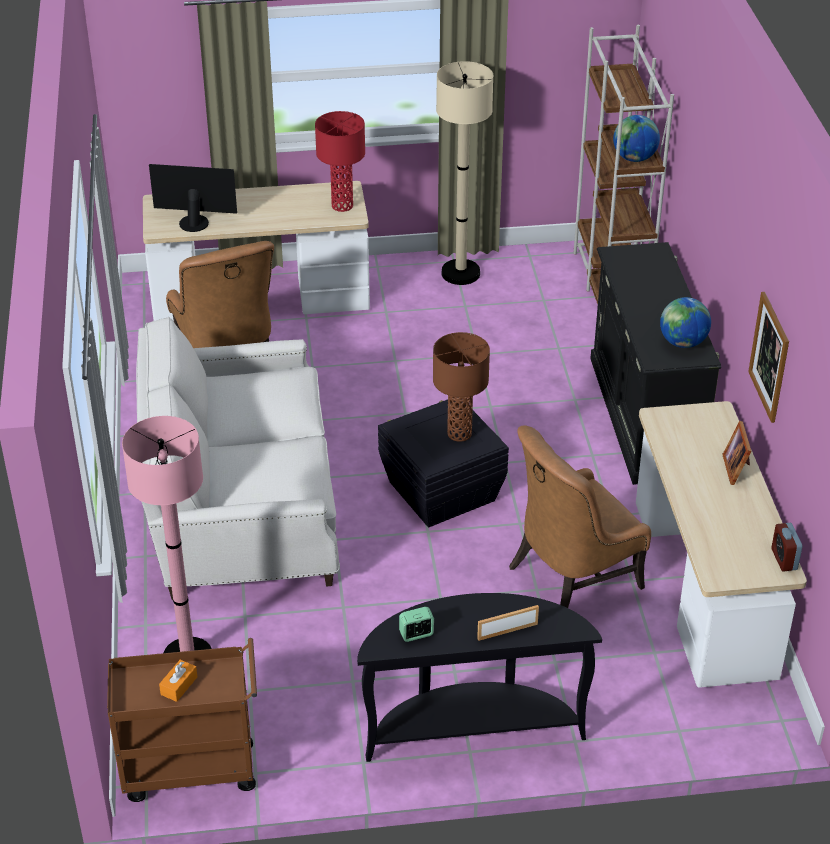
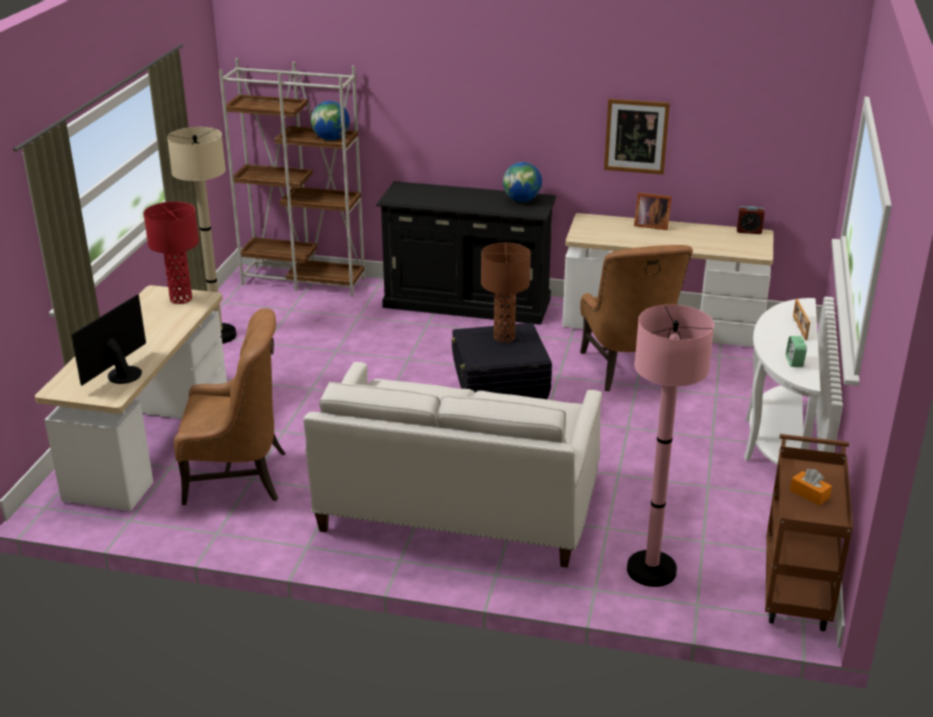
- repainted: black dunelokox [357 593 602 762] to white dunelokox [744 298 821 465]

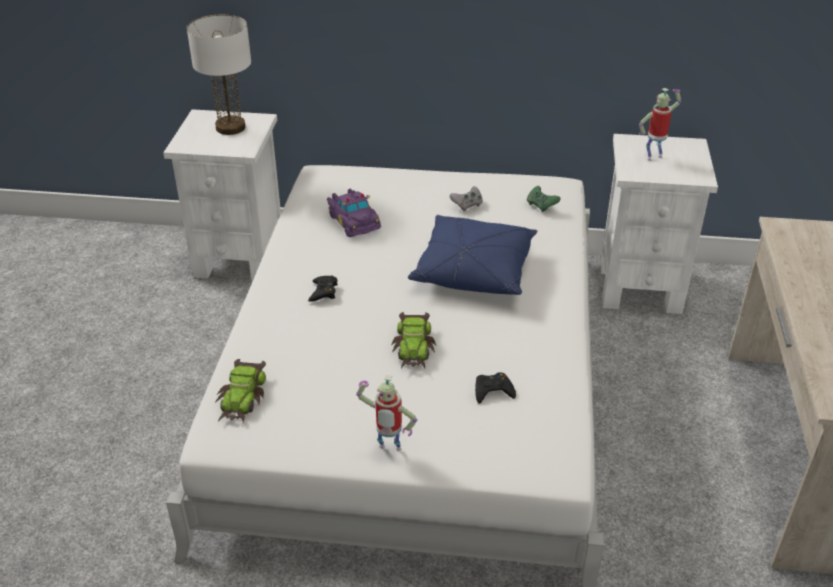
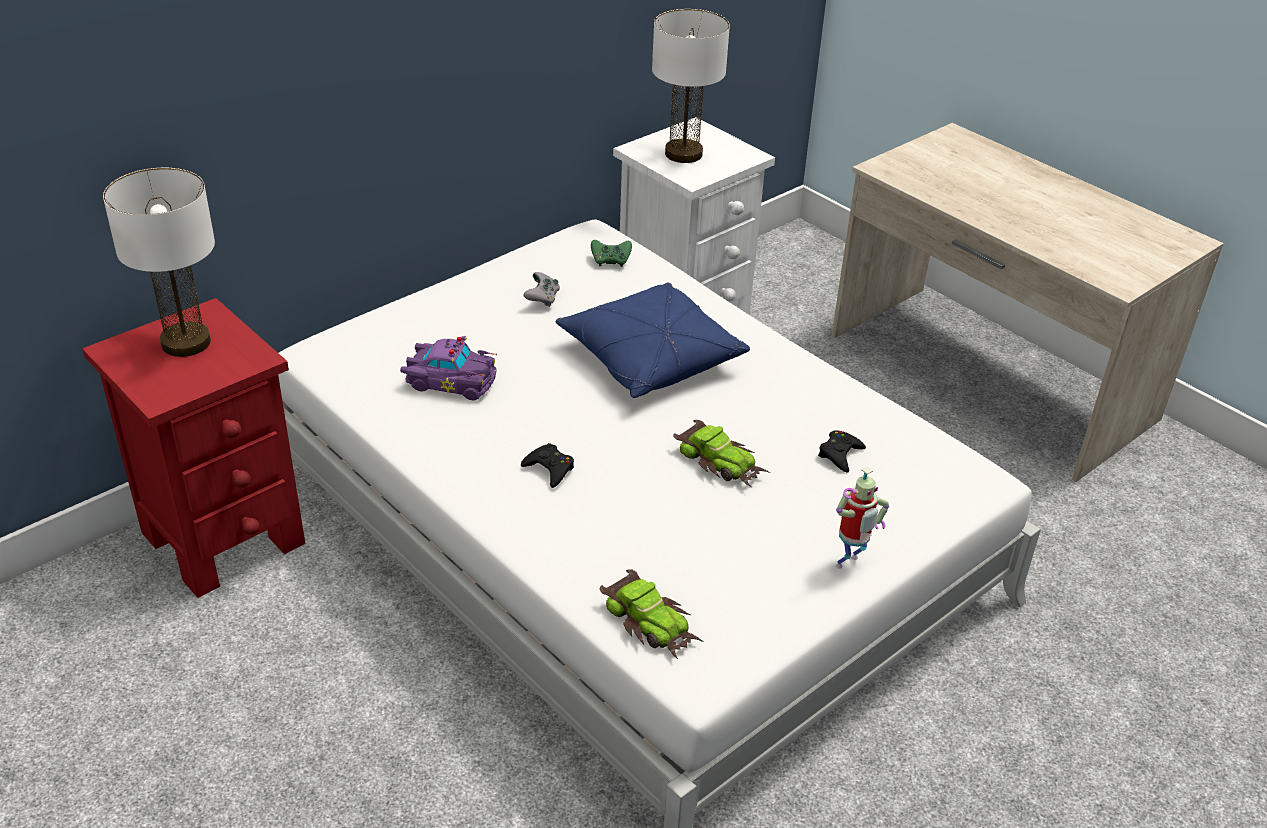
- swapped: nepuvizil [639 88 681 161] to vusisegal [652 9 730 163]
- repainted: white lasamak [163 109 281 282] to red lasamak [82 298 305 598]

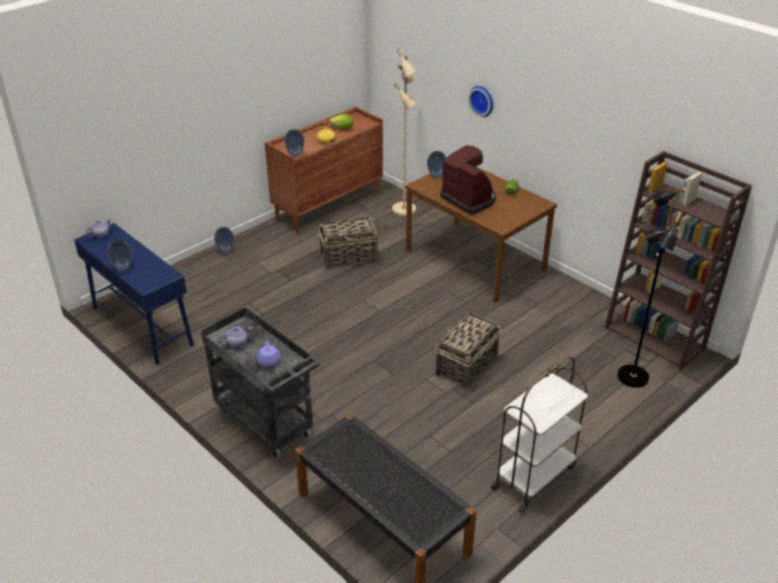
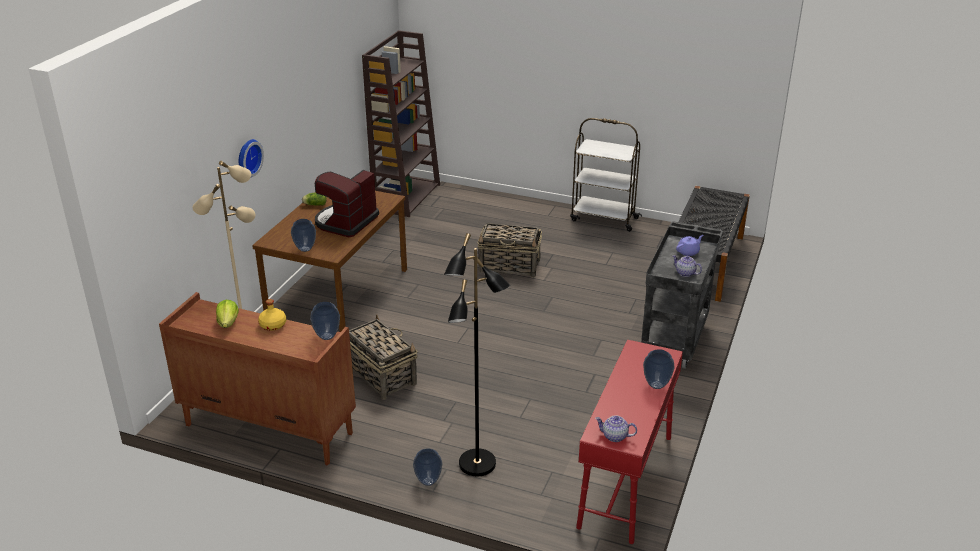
- shifted: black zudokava [617 187 686 388] to [444 233 510 476]
- repainted: blue dunelokox [74 223 194 365] to red dunelokox [576 340 683 544]

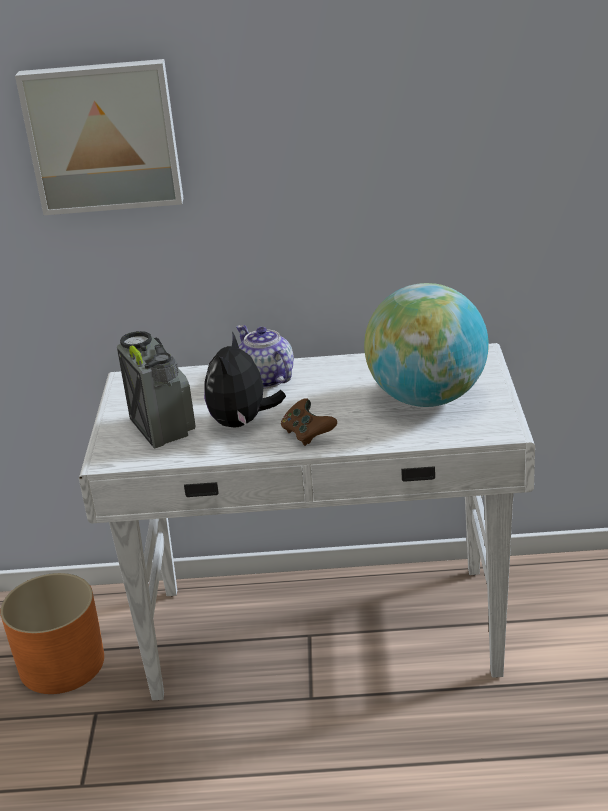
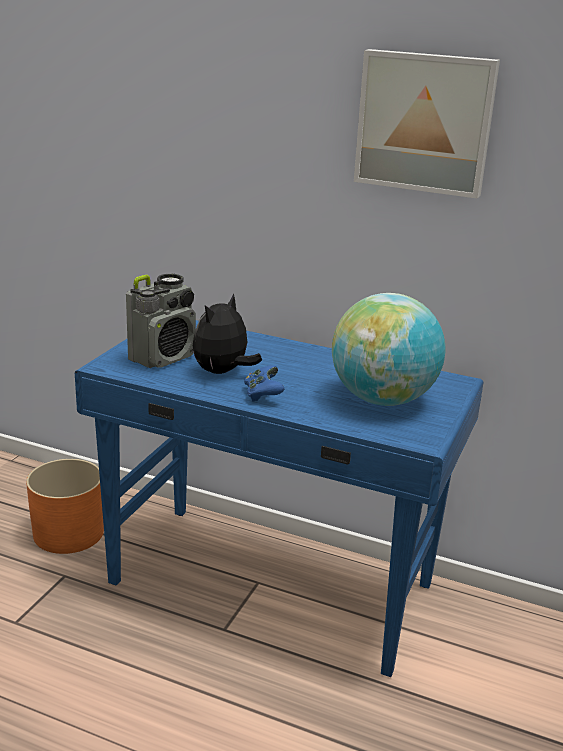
- gone: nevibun [236 325 294 389]
- shifted: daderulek [15 59 183 215] to [354 49 500 199]
- repainted: white dunelokox [79 343 535 700] to blue dunelokox [75 320 483 677]
- repainted: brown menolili [281 398 337 446] to blue menolili [244 365 284 402]
- rotated: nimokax [117 331 196 448] = [126 274 196 368] 45 degrees clockwise

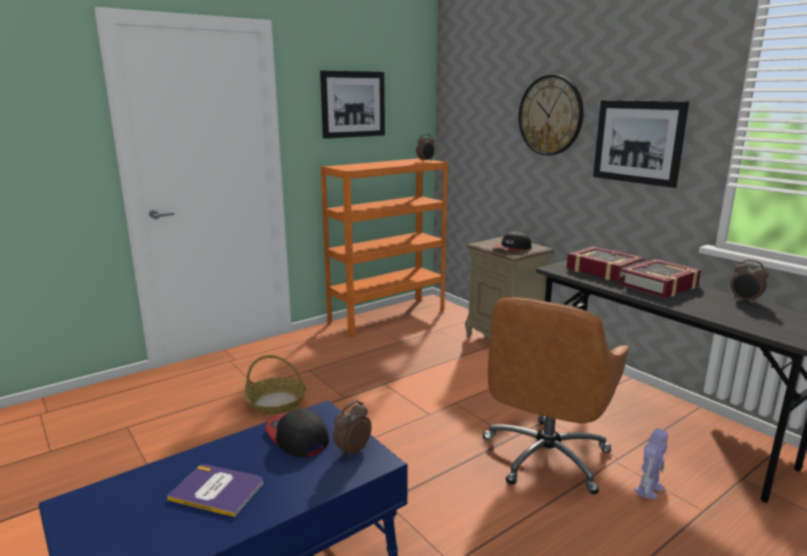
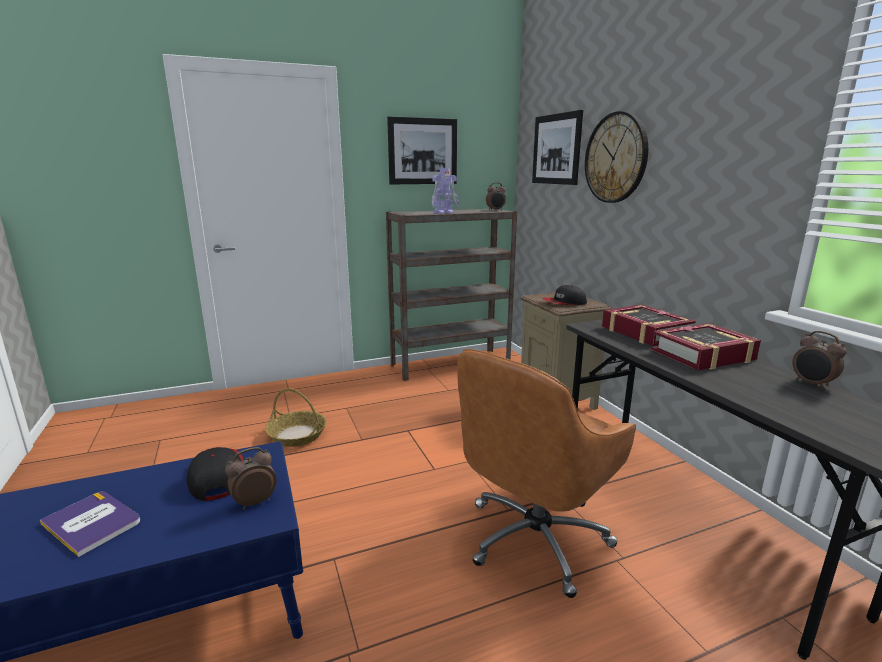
- shifted: daderulek [593 100 689 188] to [532 110 583 185]
- shifted: nepuvizil [635 428 668 500] to [432 168 459 214]
- repainted: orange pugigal [321 158 448 337] to grey pugigal [386 208 517 381]

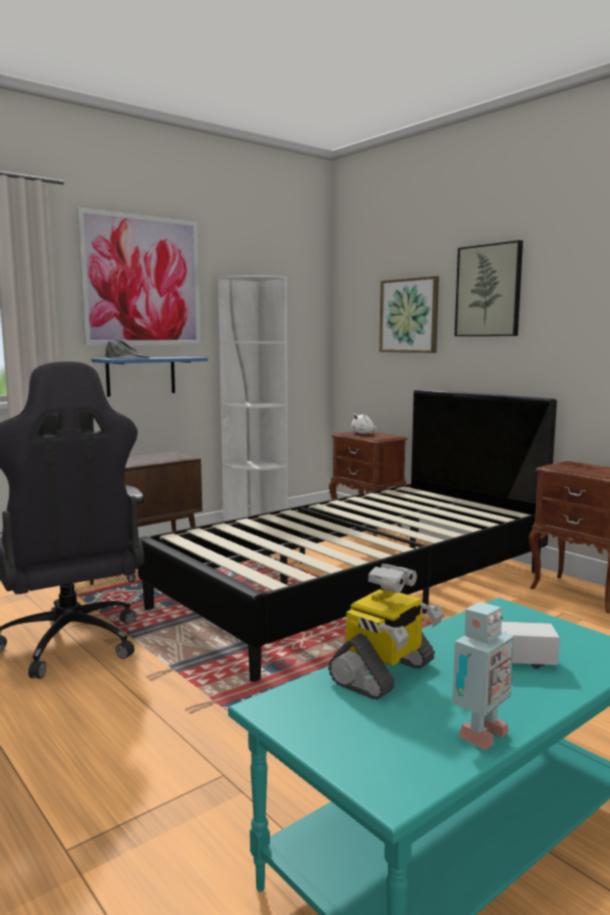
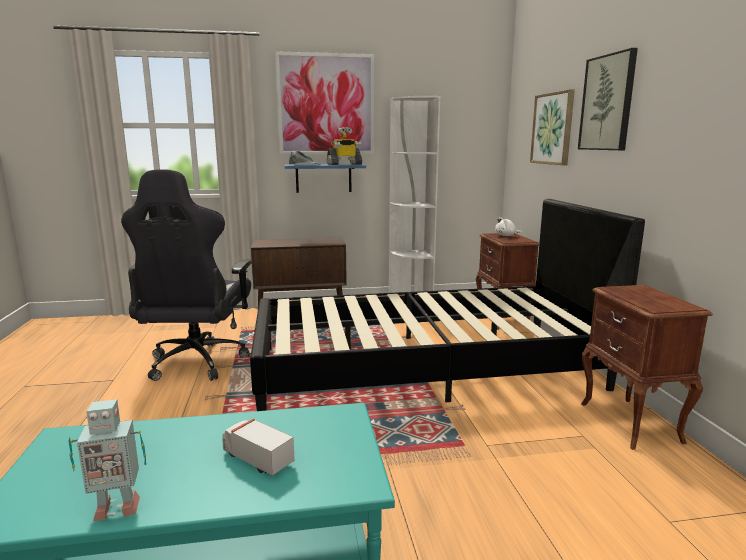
- shifted: nepuvizil [328 563 444 700] to [327 127 362 165]

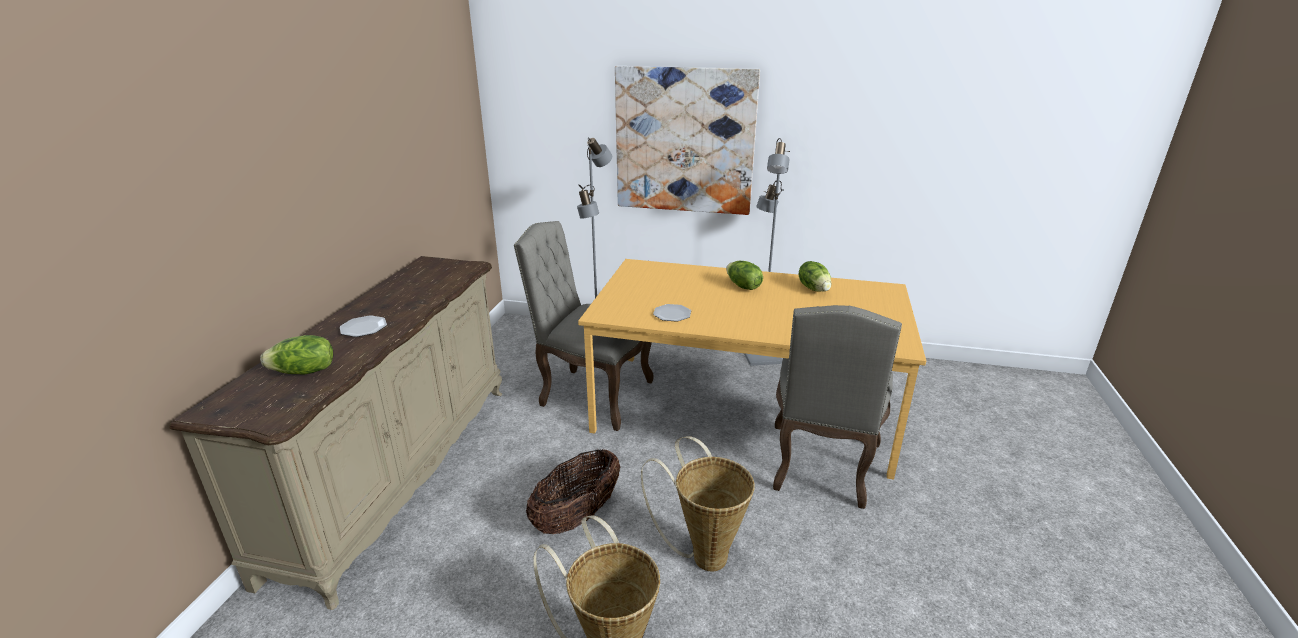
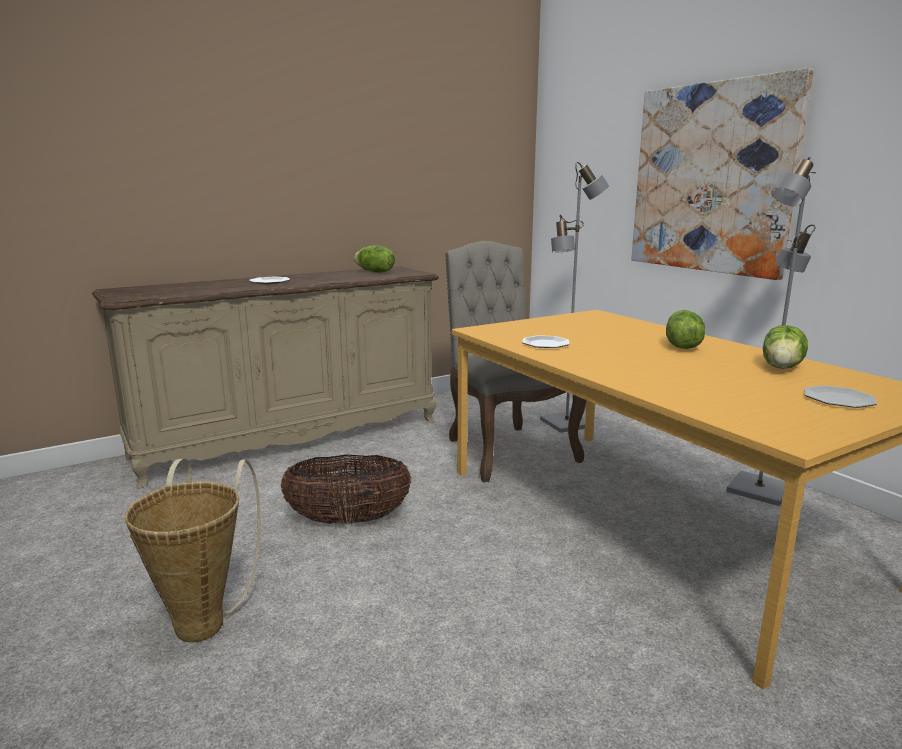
- gone: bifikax [641 436 755 572]
- gone: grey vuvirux [773 305 902 509]
- new: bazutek [804 385 877 408]
- shifted: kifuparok [260 335 333 375] to [354 245 395 273]

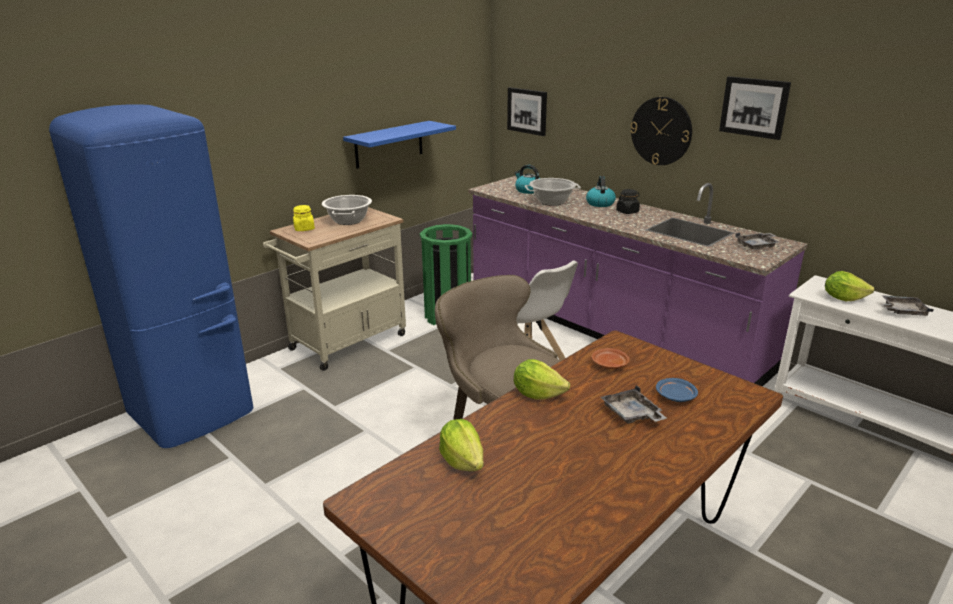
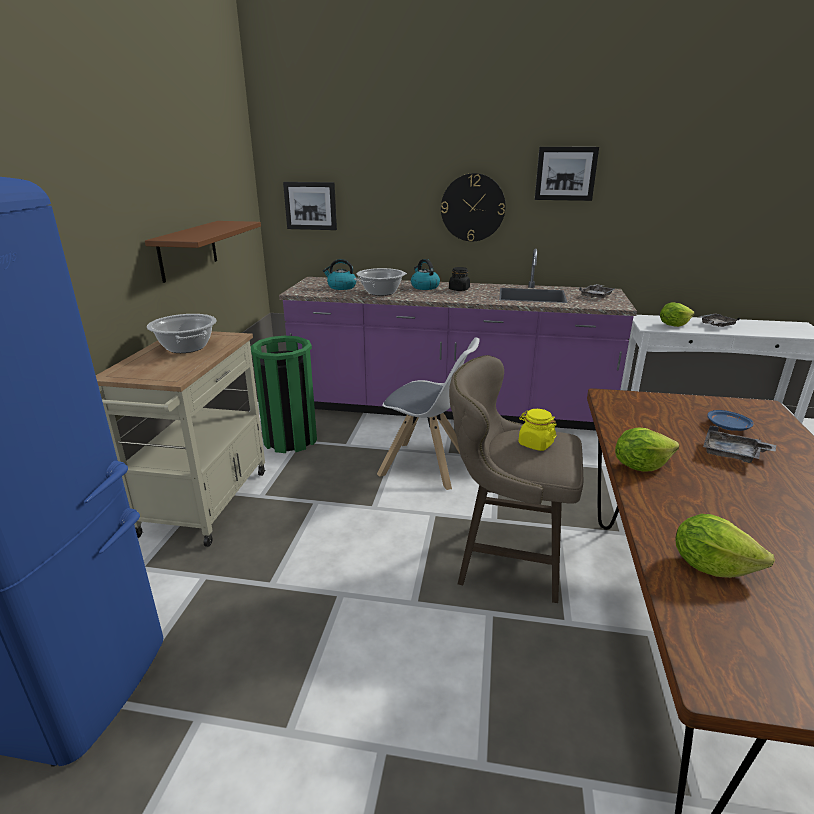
- gone: brown bazutek [591 348 630 369]
- shifted: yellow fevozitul [293 205 315 231] to [518 409 557 451]
- repainted: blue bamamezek [343 121 456 169] to brown bamamezek [145 221 261 283]

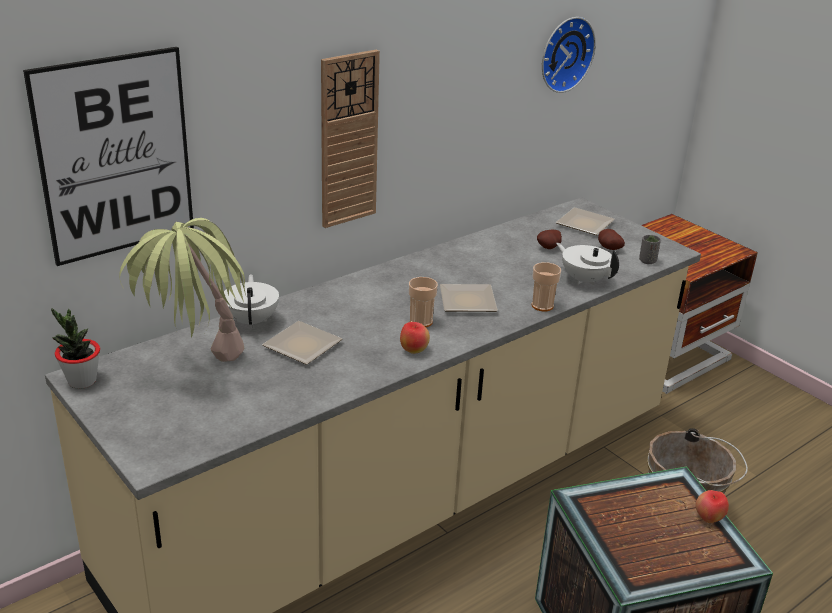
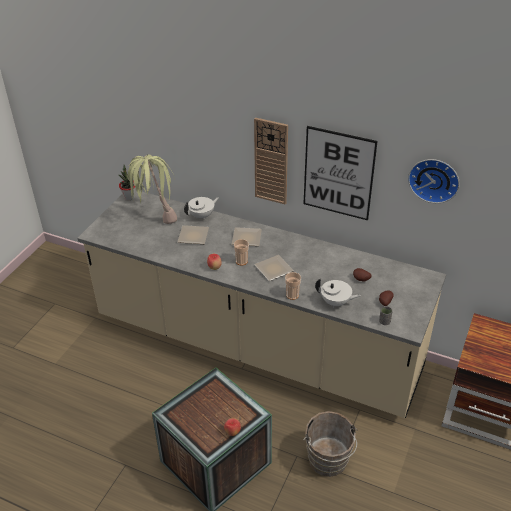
- shifted: daderulek [23 47 194 266] to [303 126 378 220]
- shifted: bazutek [556 207 615 235] to [232 227 262 246]
- rotated: white nevibun [556 243 619 285] = [315 279 361 308] 90 degrees clockwise

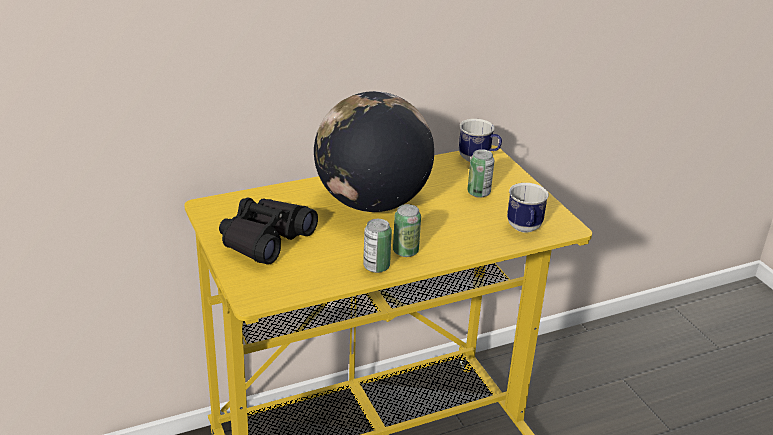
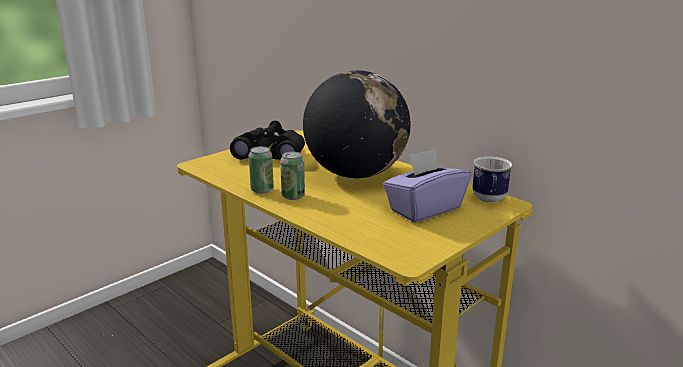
- gone: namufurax [507 183 549 233]
- swapped: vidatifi [467 149 494 198] to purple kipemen [383 149 471 222]

